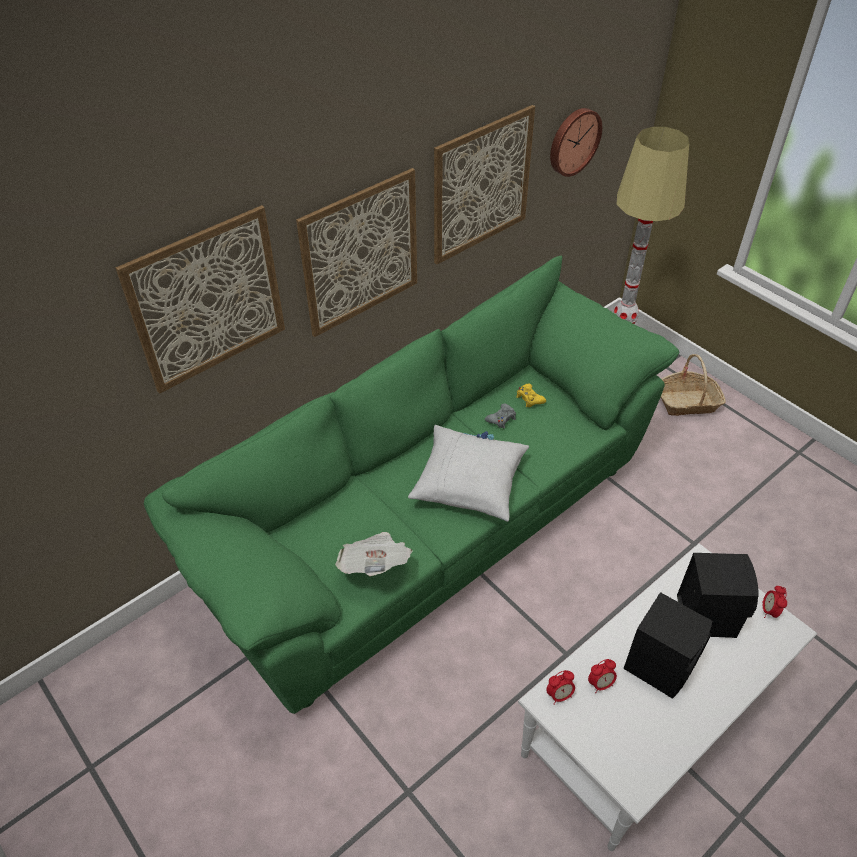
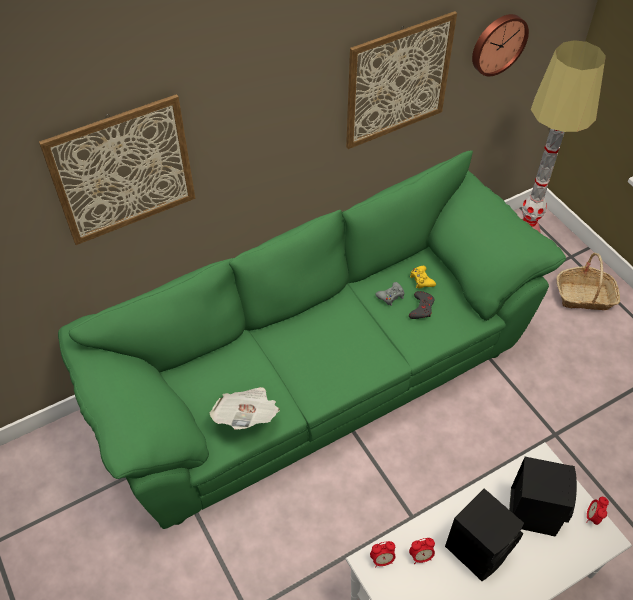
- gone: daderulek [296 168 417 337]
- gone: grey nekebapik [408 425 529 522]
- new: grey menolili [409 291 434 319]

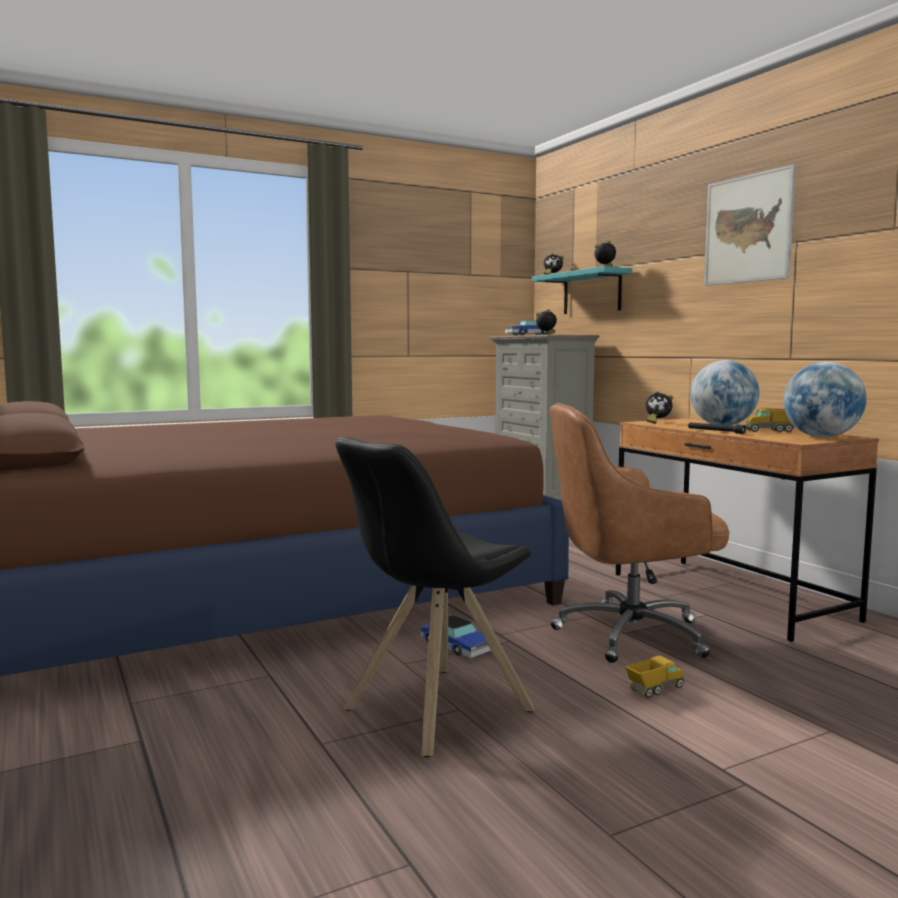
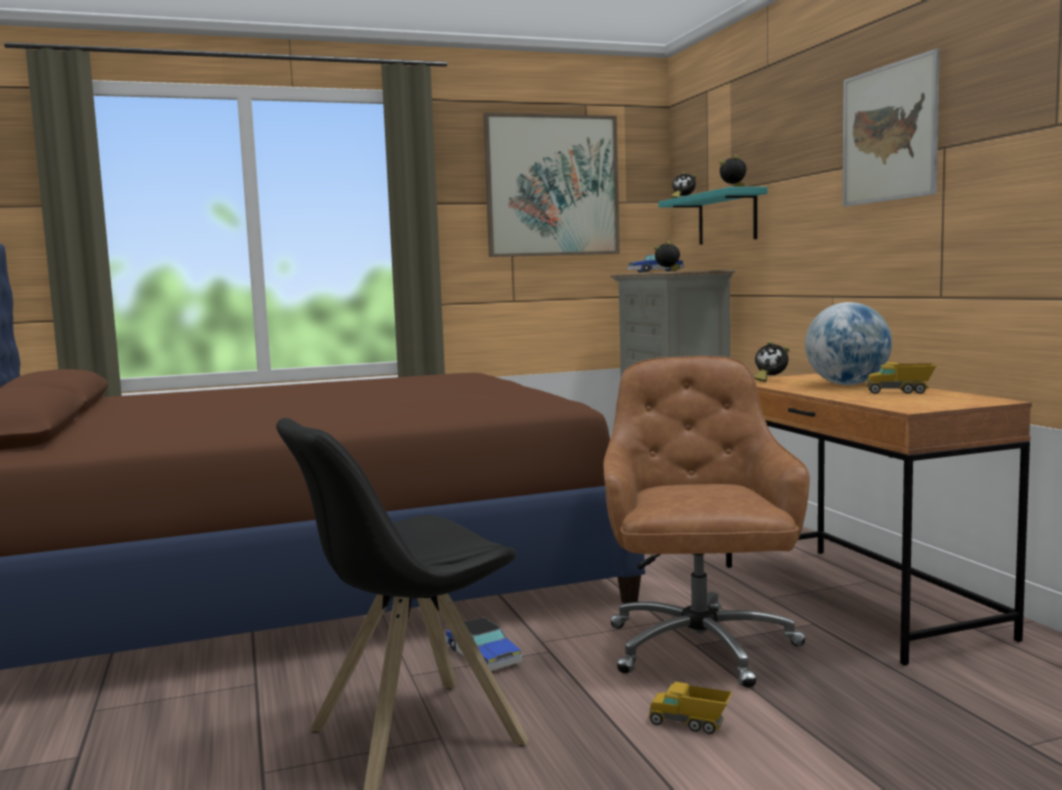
- gone: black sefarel [688 422 746 434]
- gone: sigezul [784 362 866 437]
- new: daderulek [483 112 620 257]
- rotated: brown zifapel [550 403 730 663] = [603 356 810 688] 90 degrees clockwise
- rotated: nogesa [625 655 684 698] = [648 682 732 734] 135 degrees counterclockwise

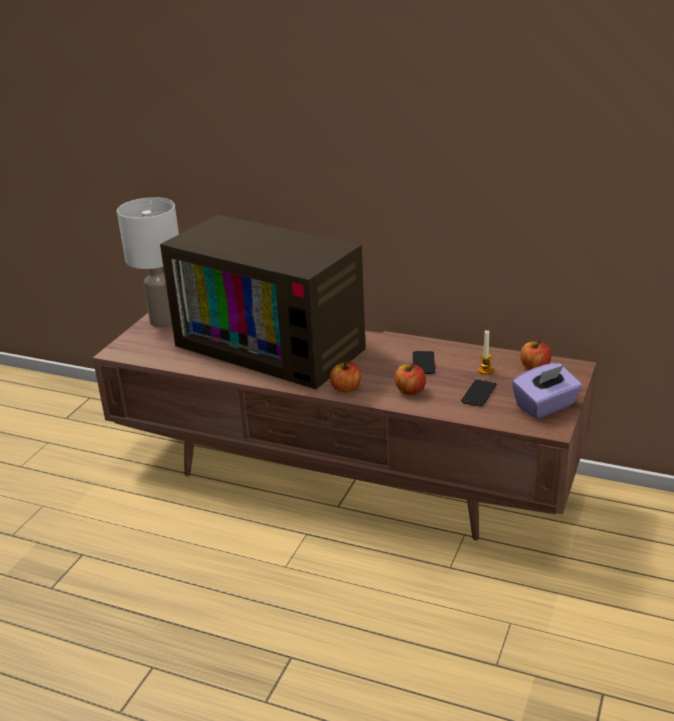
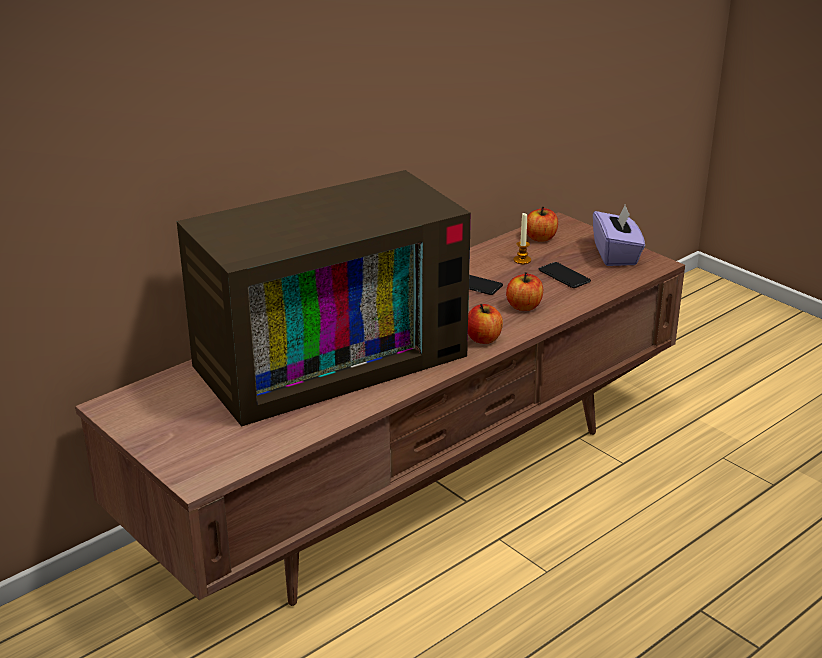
- gone: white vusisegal [117 197 179 327]

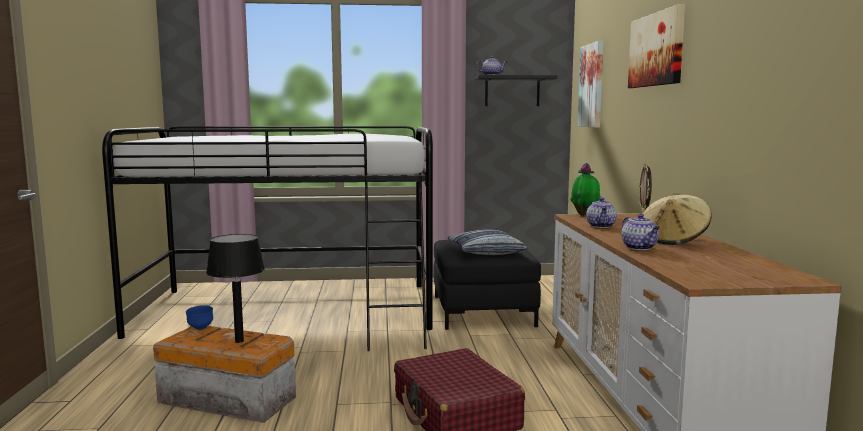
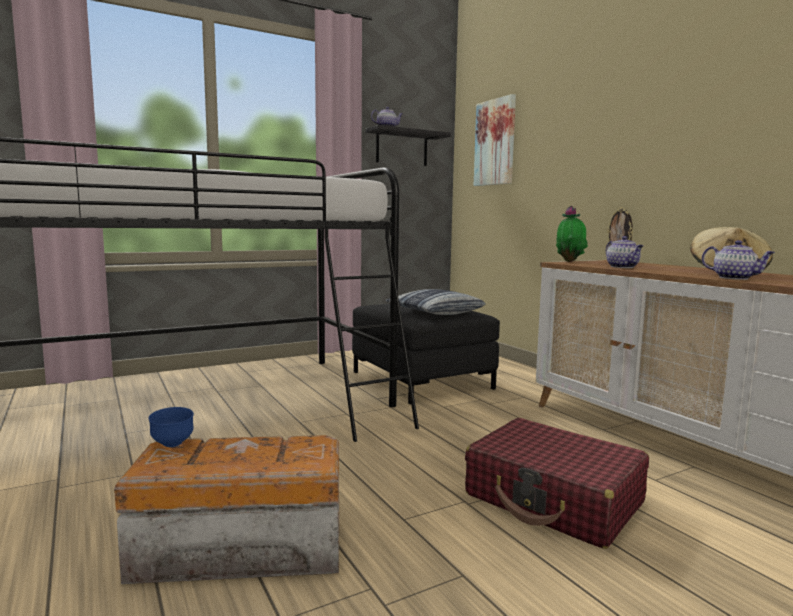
- gone: black vusisegal [206 234 265 343]
- gone: daderulek [628 4 685 88]

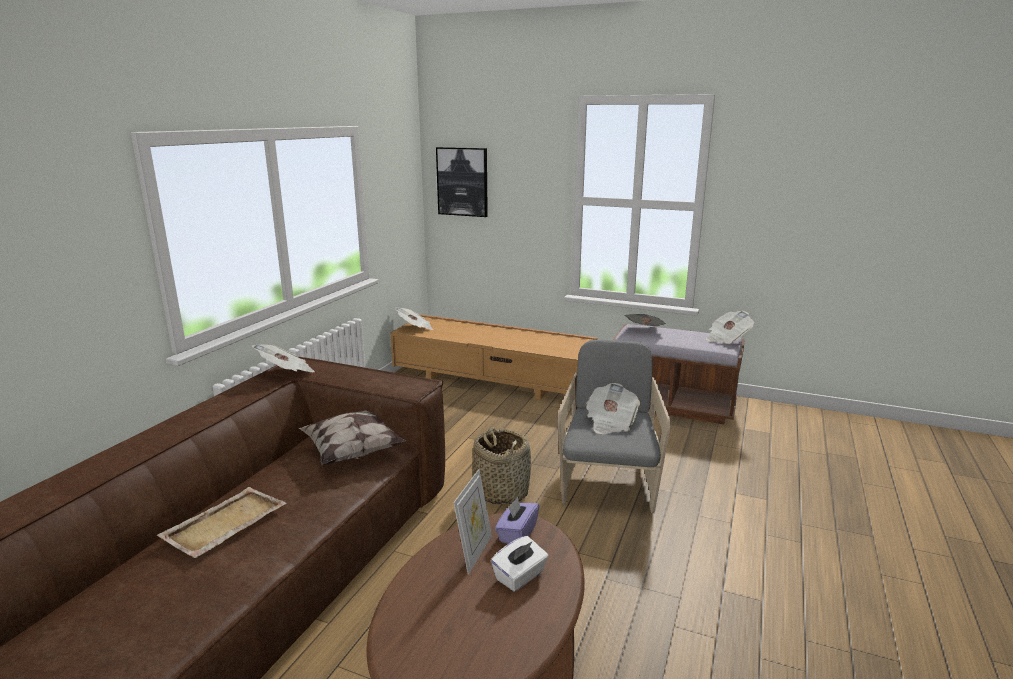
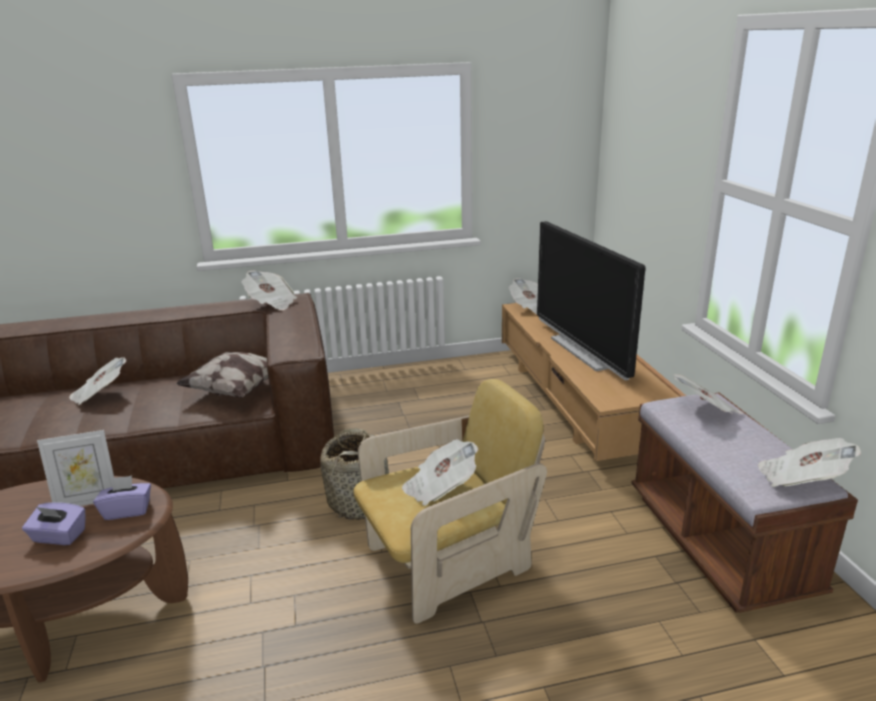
- gone: daderulek [436 147 488 217]
- new: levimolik [537 221 646 380]
- swapped: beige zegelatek [157 487 286 558] to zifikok [69 357 126 405]
- repainted: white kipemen [491 536 549 592] to purple kipemen [22 502 85 545]
- repainted: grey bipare [558 340 670 513] to yellow bipare [353 379 547 624]

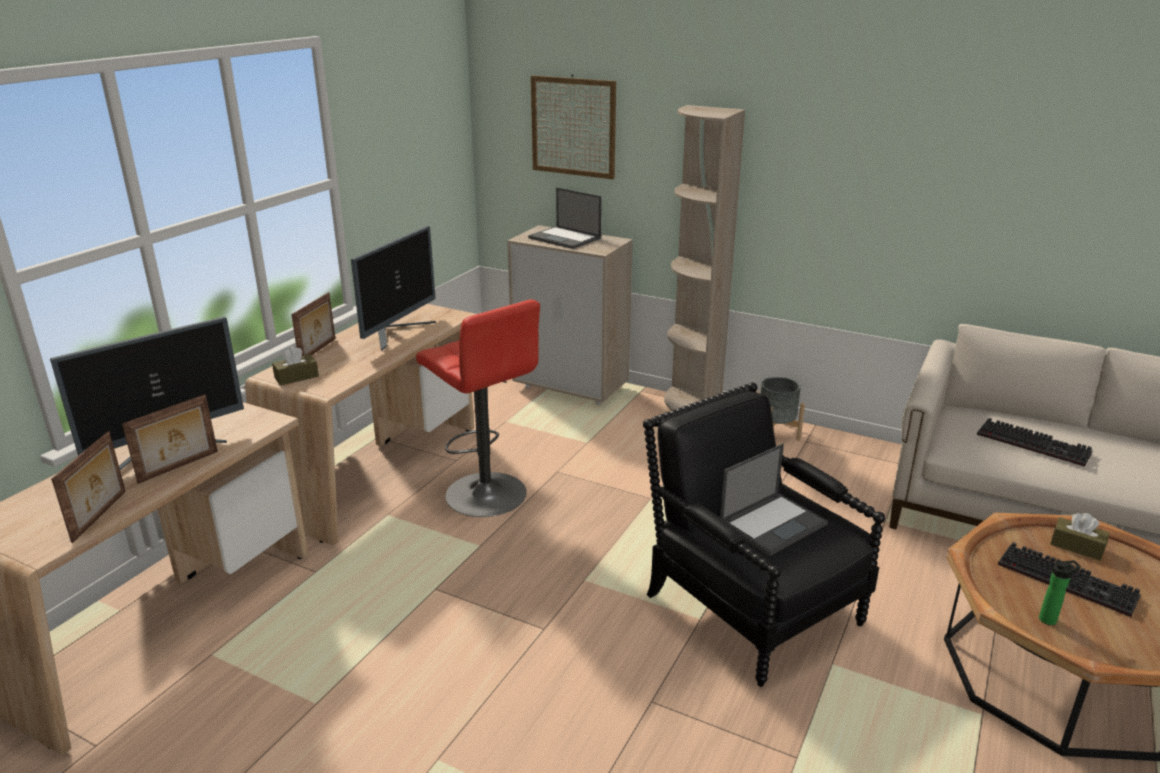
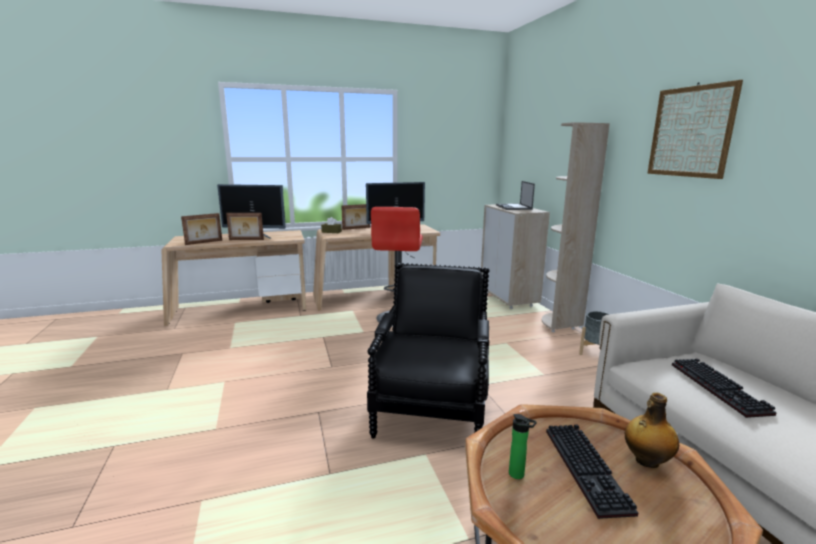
- gone: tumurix [720 444 828 556]
- shifted: daderulek [531 74 616 179] to [647 80 743 179]
- swapped: brown kipemen [1050 513 1110 561] to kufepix [625 392 679 468]

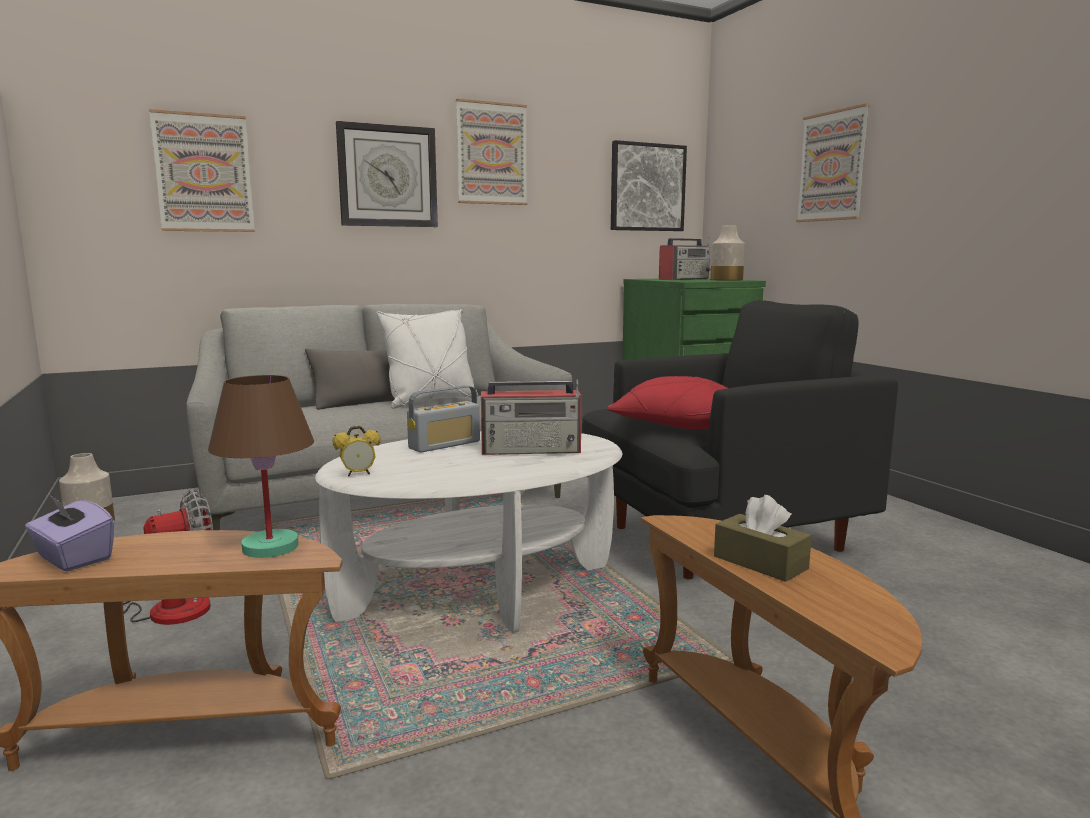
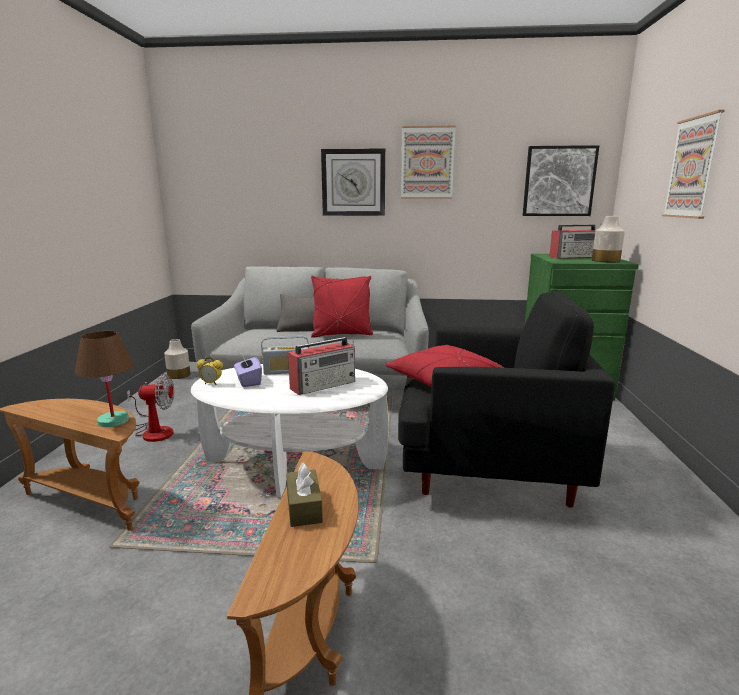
- gone: daderulek [149 109 255 232]
- shifted: purple kipemen [25 495 114 572] to [234 353 262 387]
- repainted: white nekebapik [376 309 478 409] to red nekebapik [311 276 373 338]
- rotated: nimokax [481 379 582 455] = [288 337 355 395] 60 degrees counterclockwise

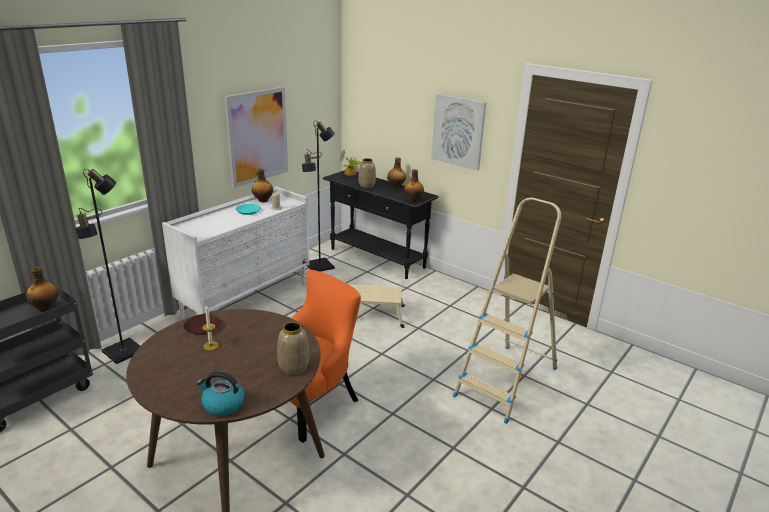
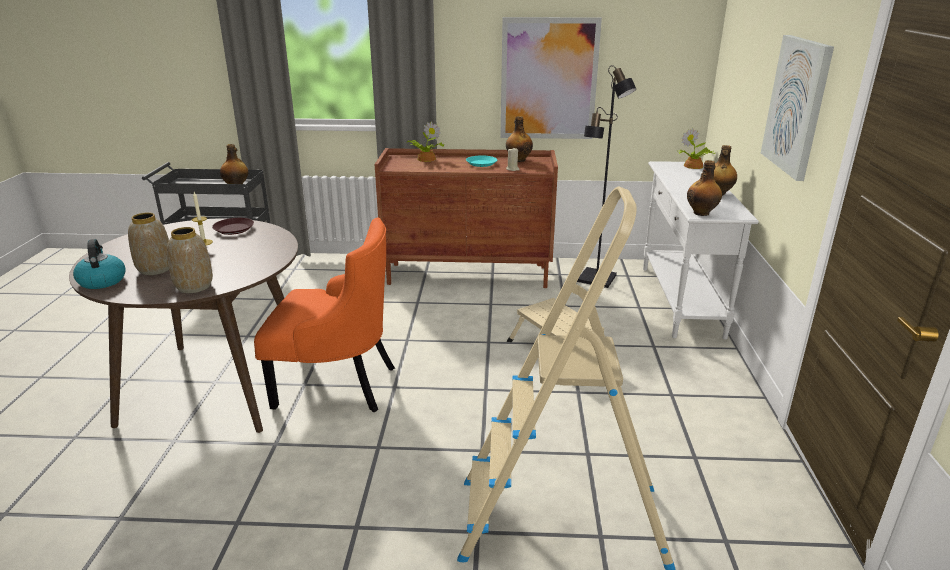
- gone: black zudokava [75 169 140 364]
- new: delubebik [406 121 445 162]
- shifted: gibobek [359 158 376 188] to [128 212 169 275]
- repainted: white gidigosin [162 187 309 320] to brown gidigosin [375 148 558 288]
- repainted: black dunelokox [323 170 439 279] to white dunelokox [643 161 759 339]

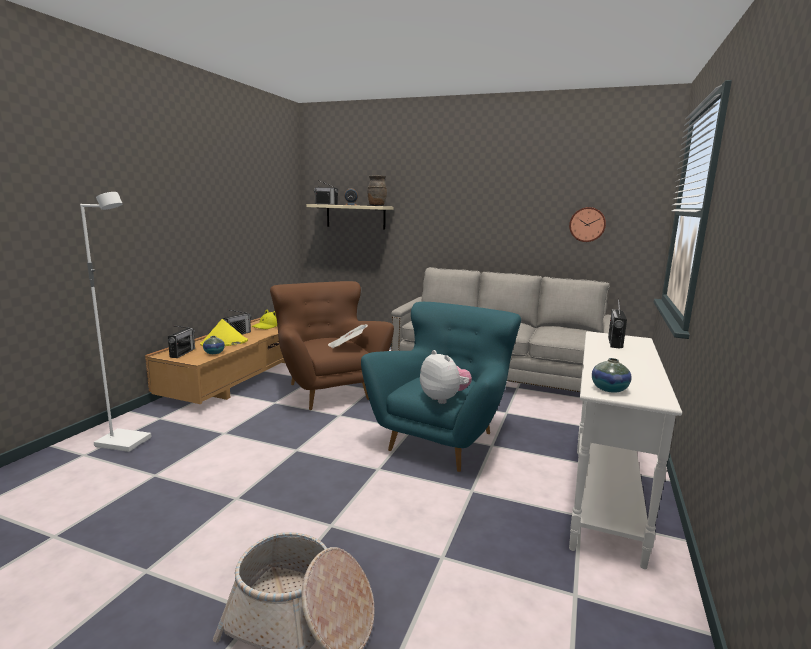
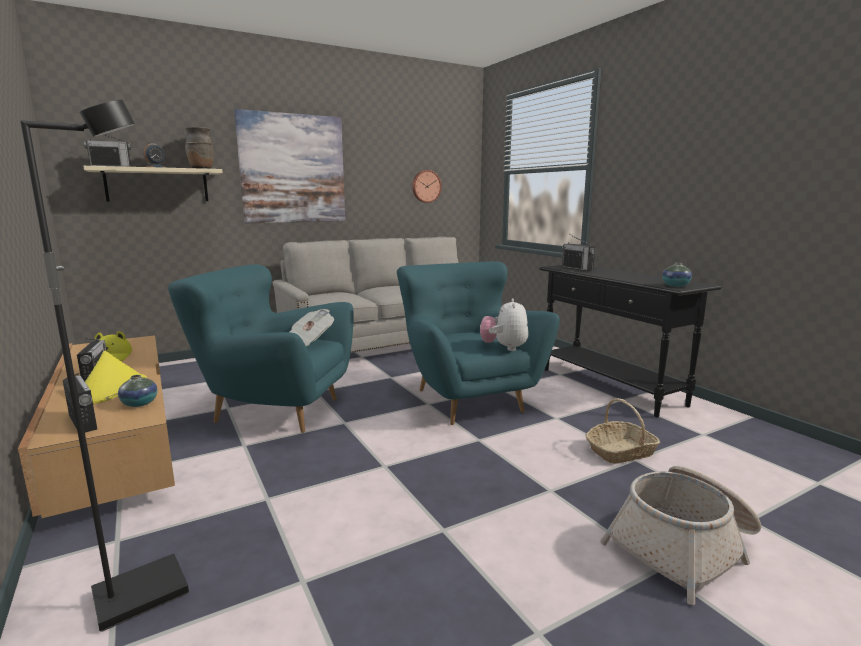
- new: daderulek [234 109 345 223]
- new: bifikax [586 398 660 464]
- repainted: white zudokava [80 192 152 452] to black zudokava [20 100 189 631]
- repainted: brown bipare [270 281 394 410] to turquoise bipare [168 265 354 433]
- repainted: white dunelokox [569 331 682 569] to black dunelokox [539 265 721 417]
- rotated: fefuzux [420 350 472 404] = [480 299 529 351] 90 degrees counterclockwise

